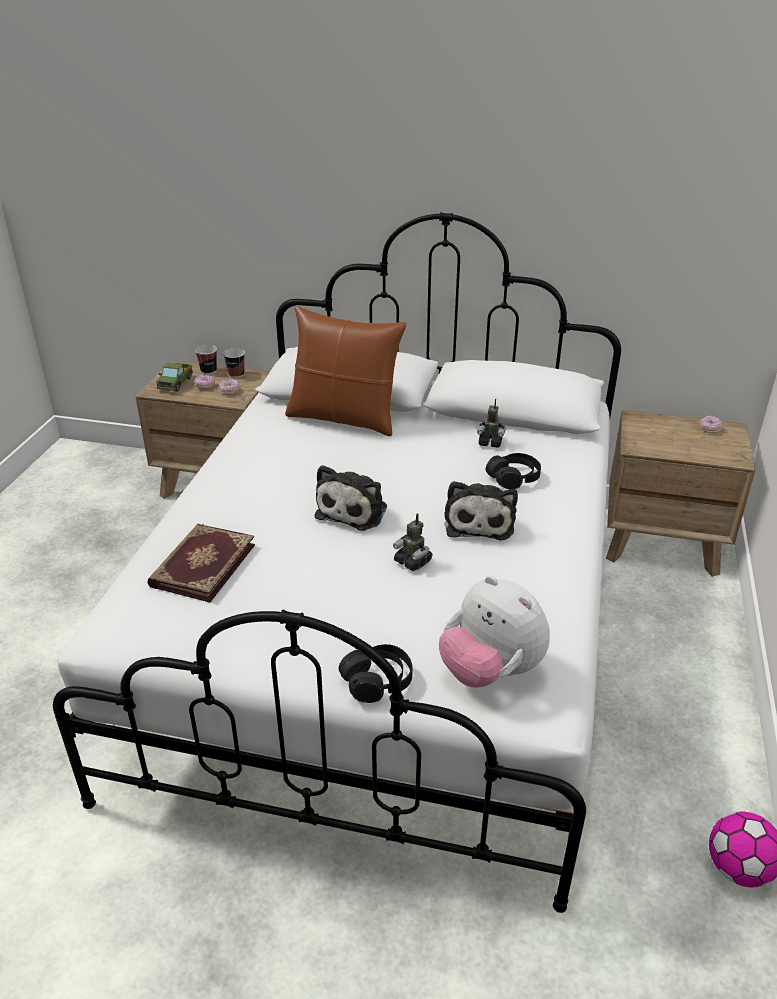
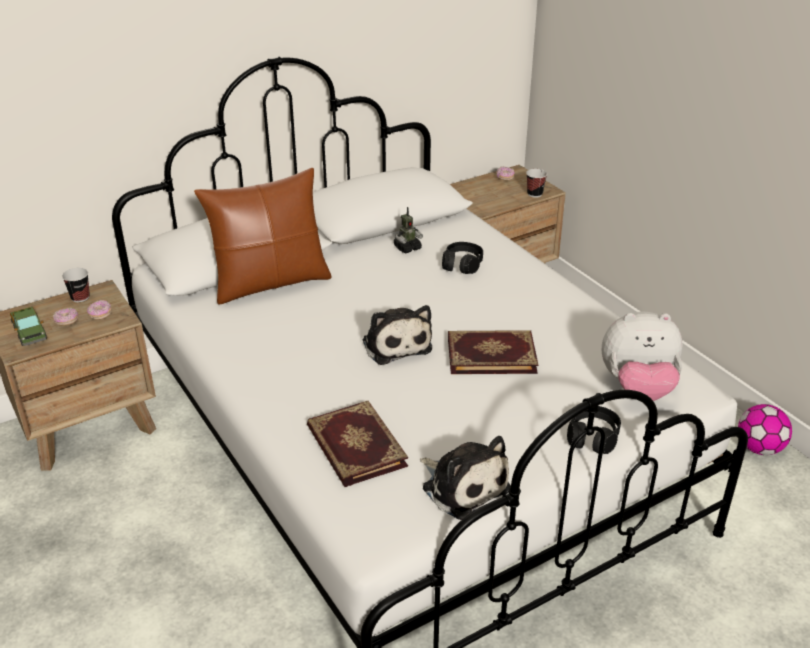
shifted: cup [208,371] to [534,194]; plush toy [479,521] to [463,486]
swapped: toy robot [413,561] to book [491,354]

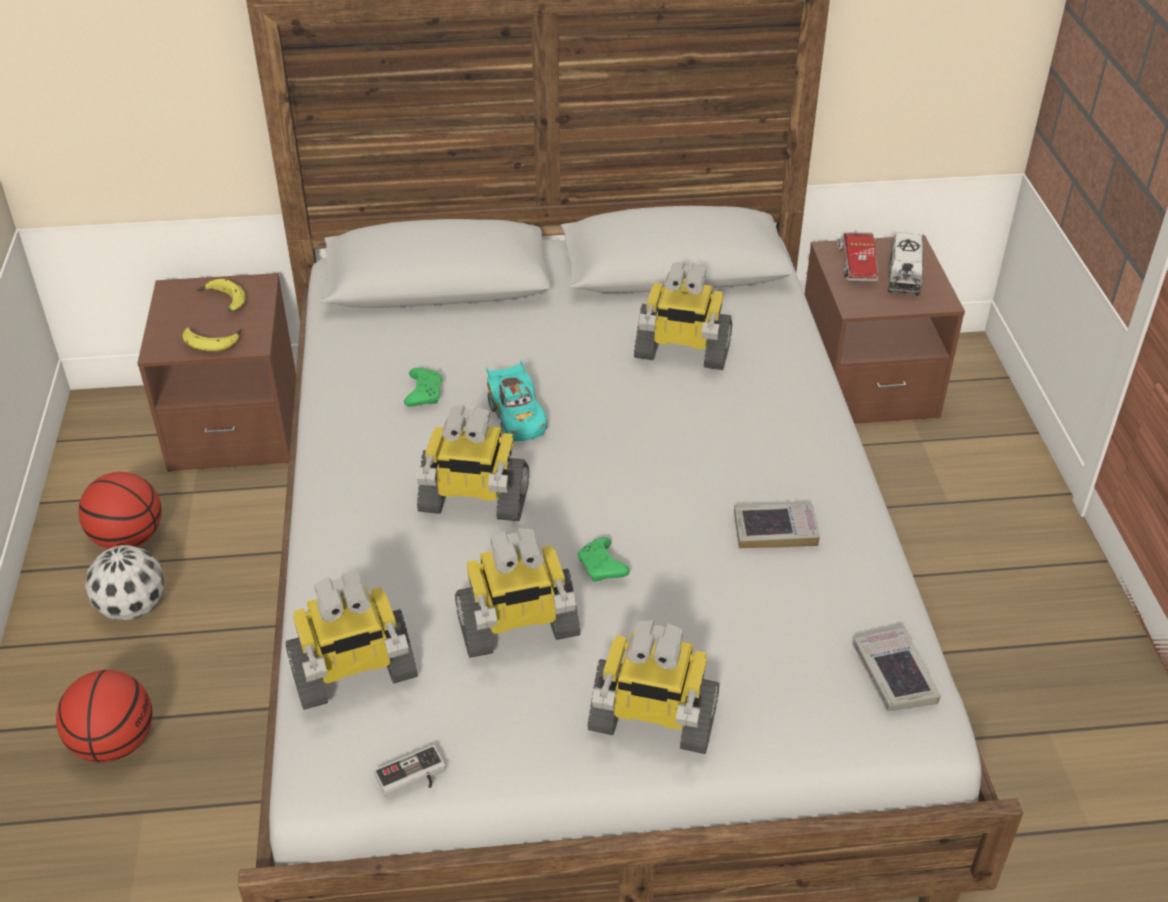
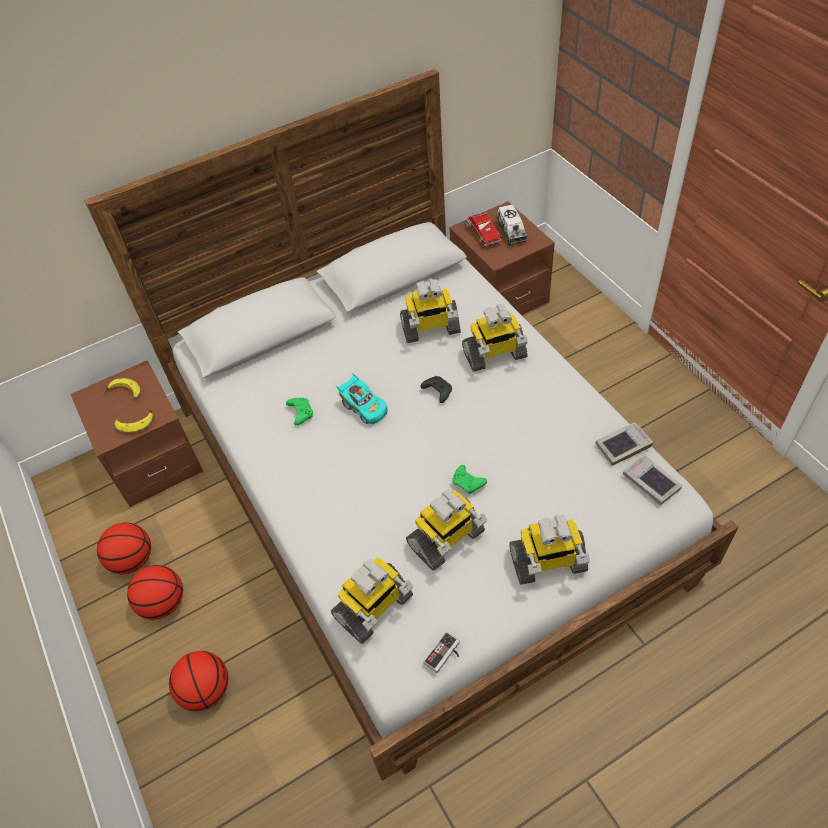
new: black game controller [437,391]
shifted: toy robot [473,500] to [494,355]; book [775,530] to [623,446]
swapped: football [132,608] to basketball [163,603]

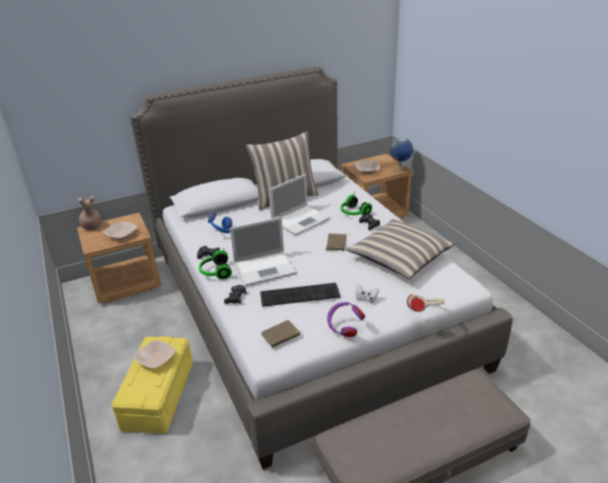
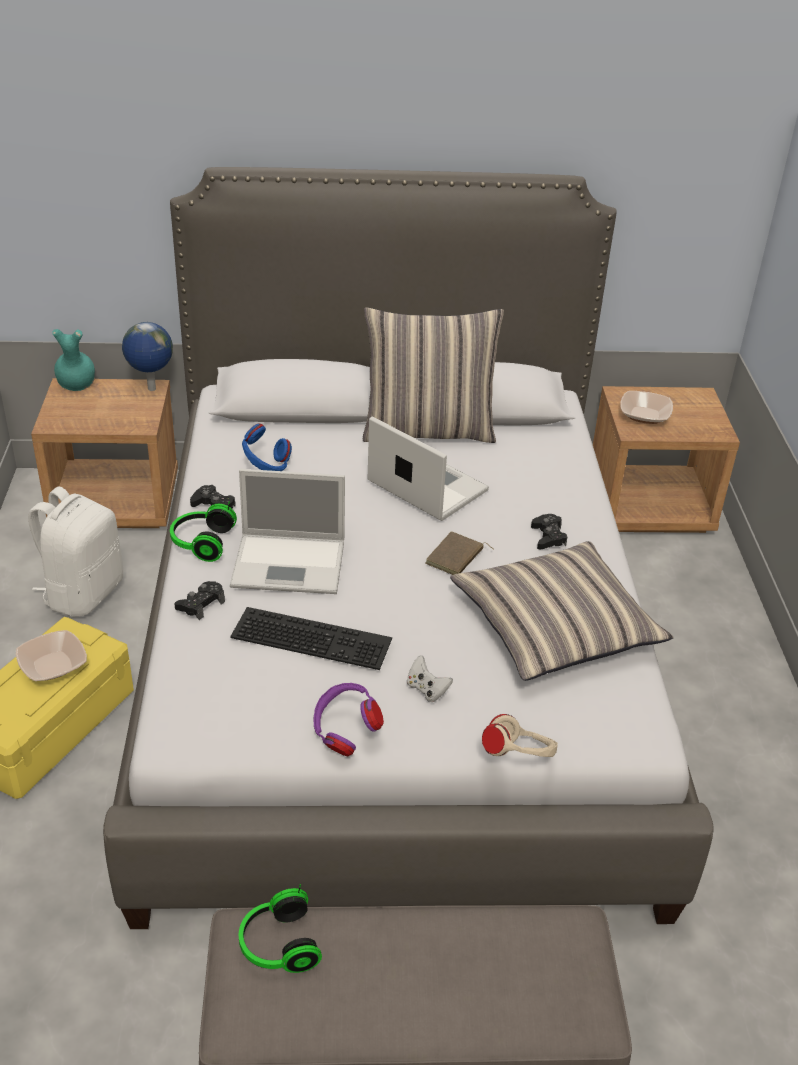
gone: bowl [121,235]; brown book [281,336]
new: white backpack [83,593]
shifted: globe [400,170] to [151,389]; headphones [353,213] to [277,945]
repainted: brown vase [92,227] to turquoise vase [75,385]
rotated: laptop [301,219] = [425,486] 120 degrees counterclockwise

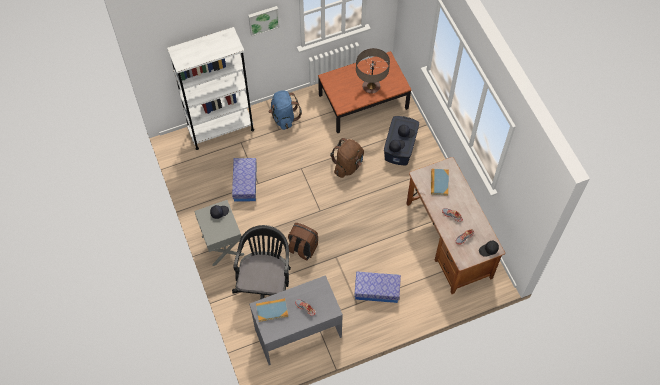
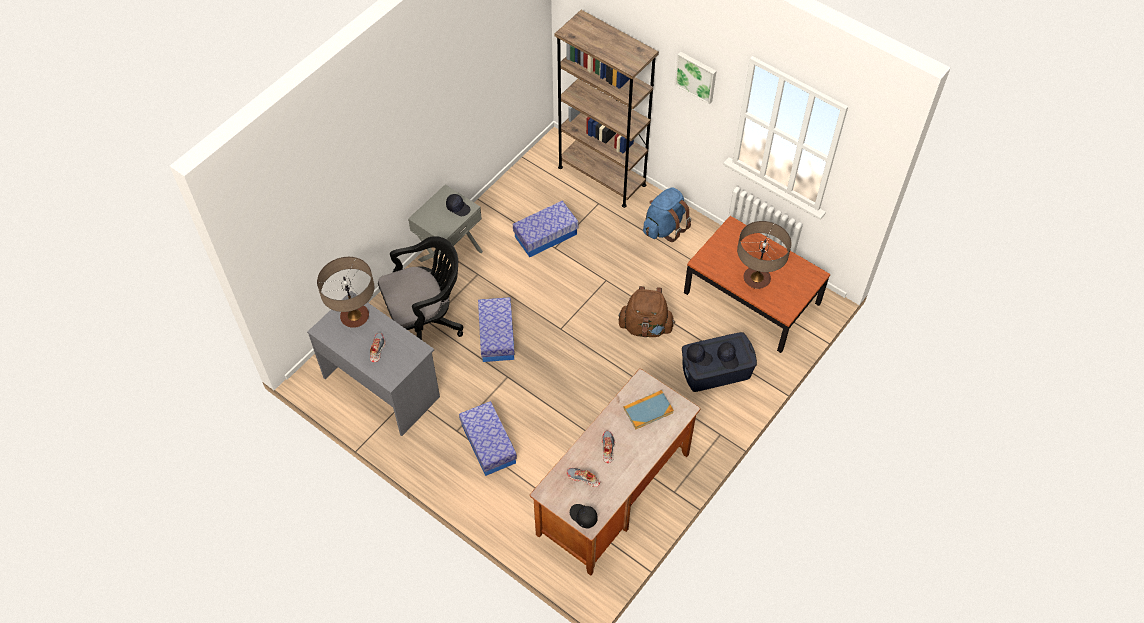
swapped: brown backpack [302,248] to storage box [496,336]; book [272,310] to table lamp [355,317]
repainted: white bookcase [221,129] to brown bookcase [601,176]

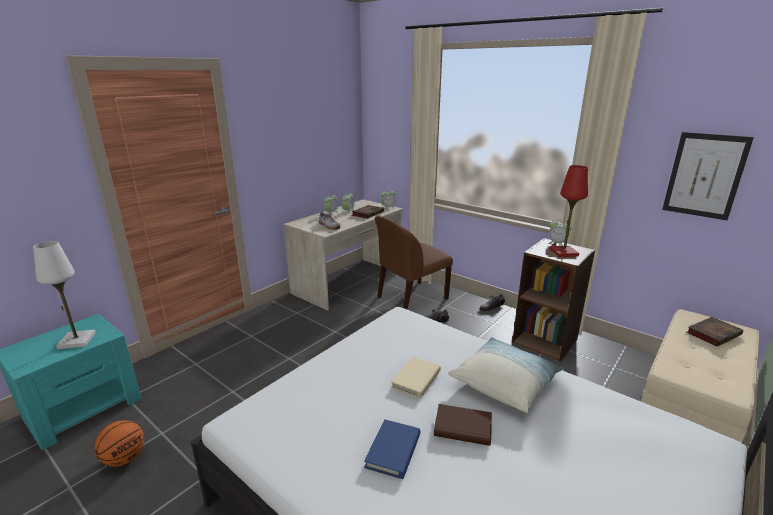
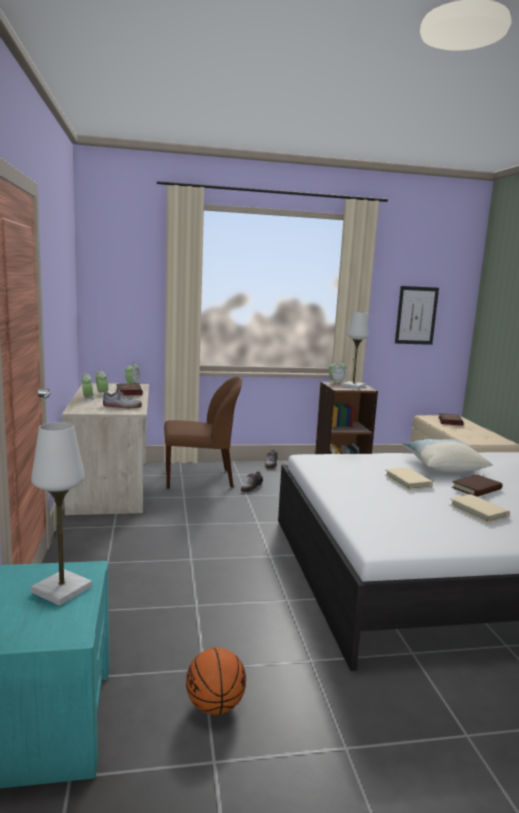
repainted: red table lamp [563,252] to white table lamp [353,386]; blue book [393,451] to beige book [478,511]
rotated: brown chair [411,299] = [200,479] 105 degrees counterclockwise

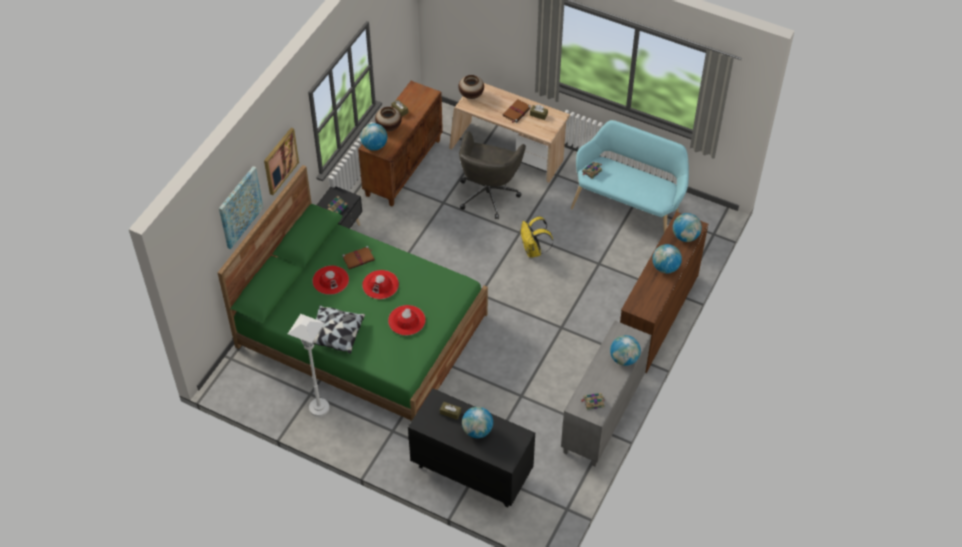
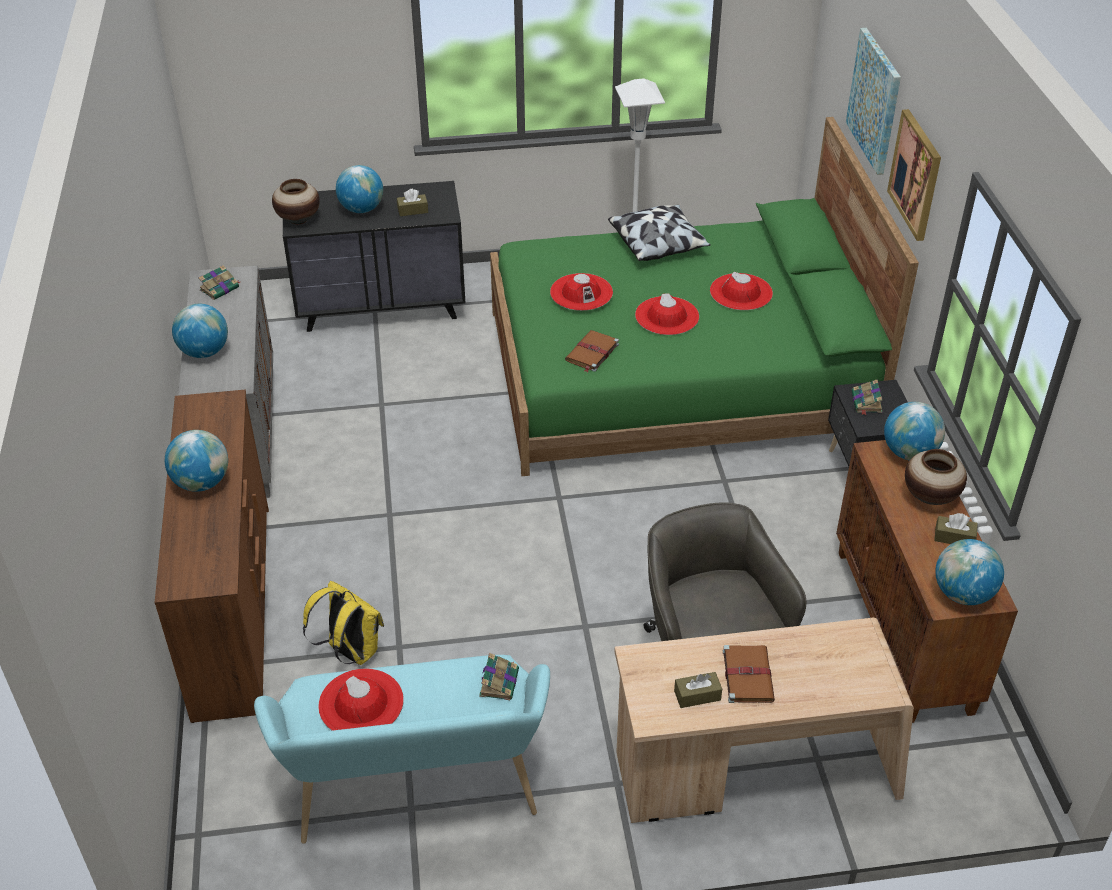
new: red hat [361,703]
shifted: vase [471,95] to [298,219]; globe [685,236] to [962,594]; yellow backpack [533,251] to [350,652]; brown book [359,258] to [591,353]

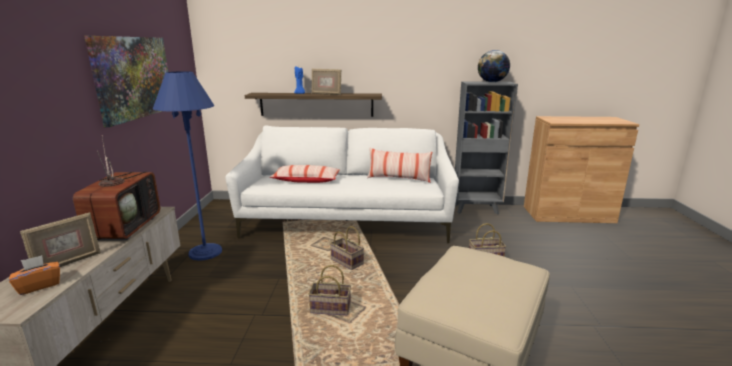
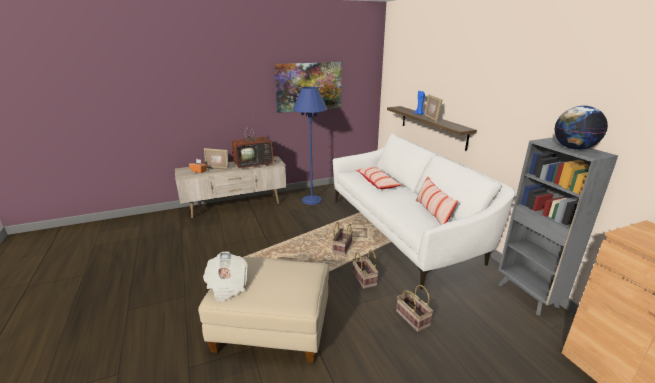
new: newspaper [227,286]
shifted: basket [329,309] to [363,278]

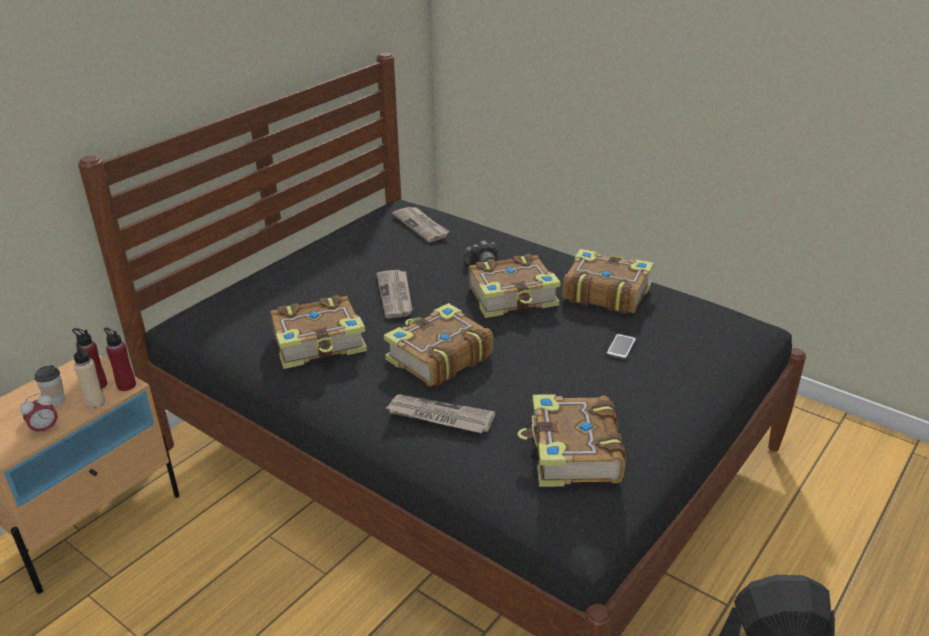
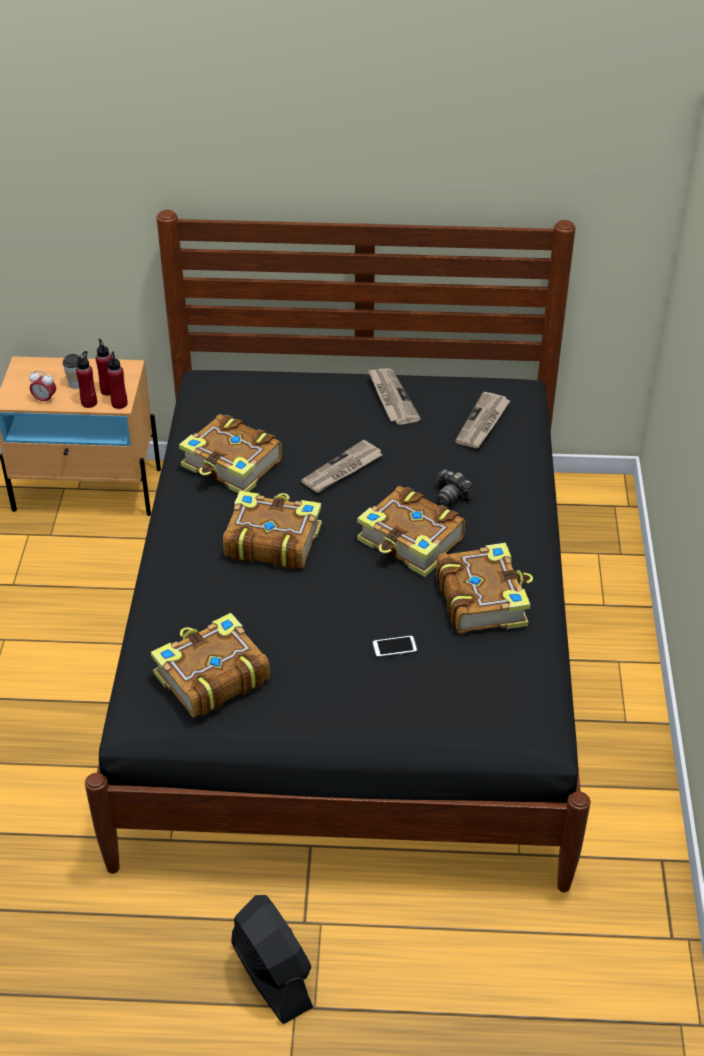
shifted: newspaper [439,416] to [391,398]
repainted: beige bottle [95,403] to red bottle [89,403]

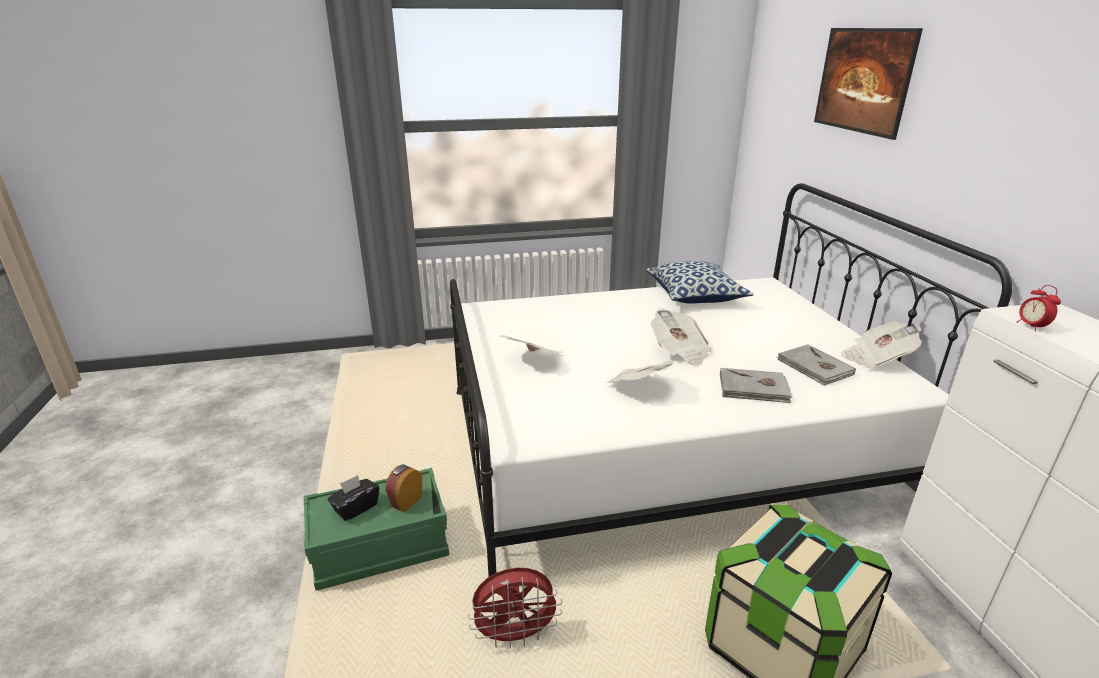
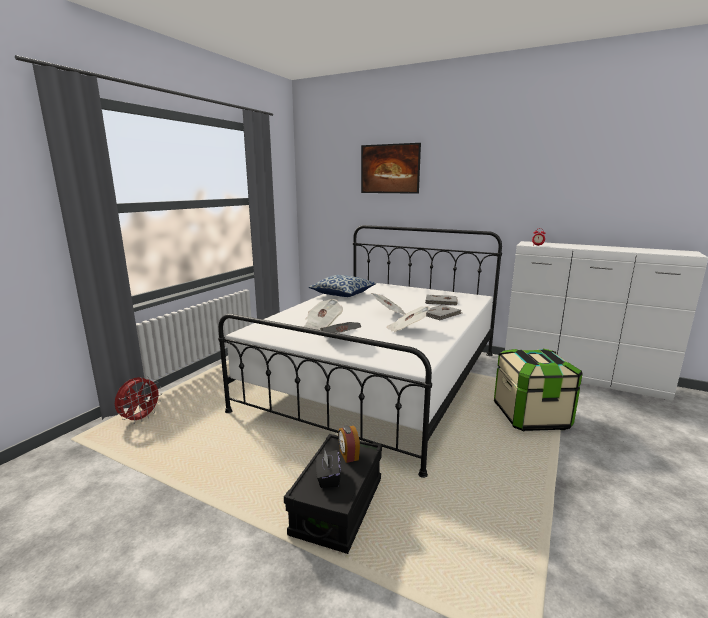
shifted: newspaper [876,359] to [322,325]; red fan [515,635] to [140,418]
repainted: green storage box [380,548] to black storage box [338,507]

